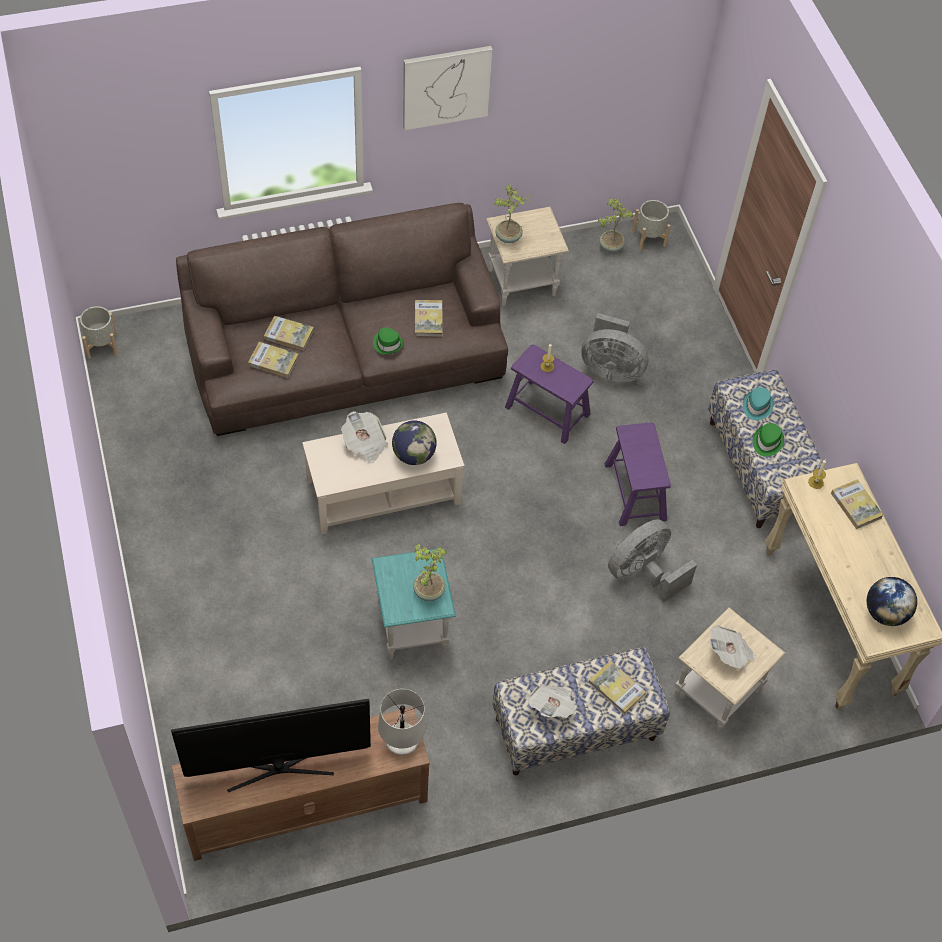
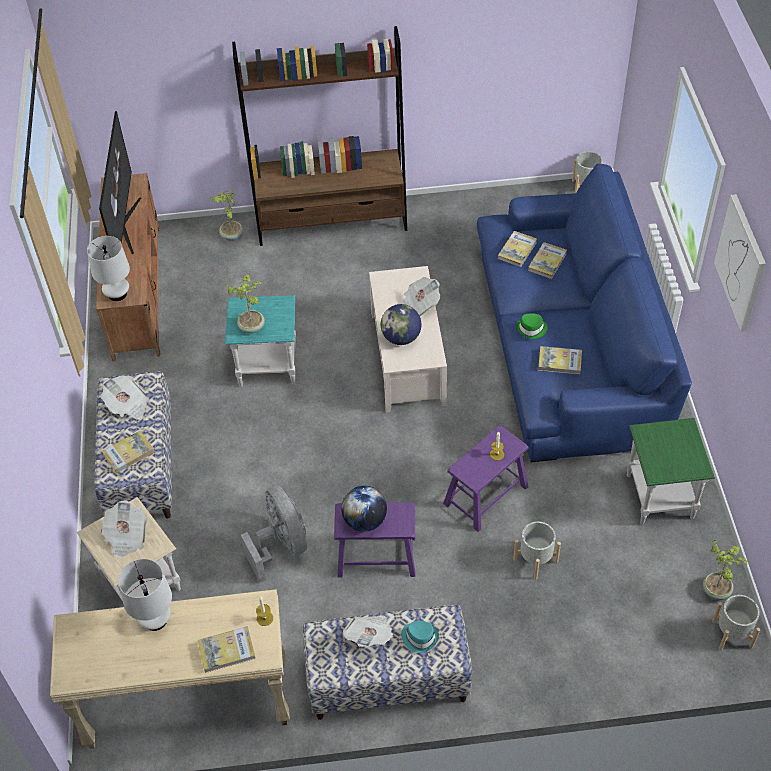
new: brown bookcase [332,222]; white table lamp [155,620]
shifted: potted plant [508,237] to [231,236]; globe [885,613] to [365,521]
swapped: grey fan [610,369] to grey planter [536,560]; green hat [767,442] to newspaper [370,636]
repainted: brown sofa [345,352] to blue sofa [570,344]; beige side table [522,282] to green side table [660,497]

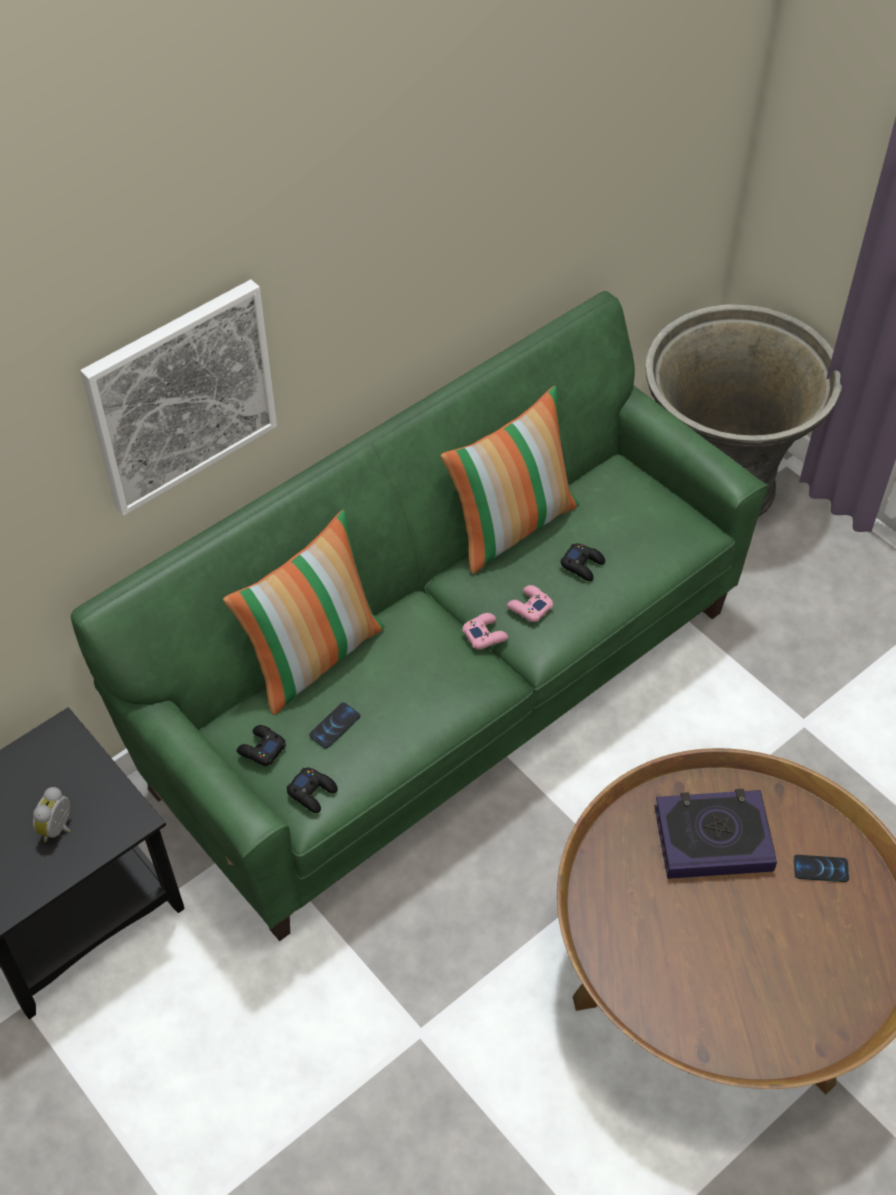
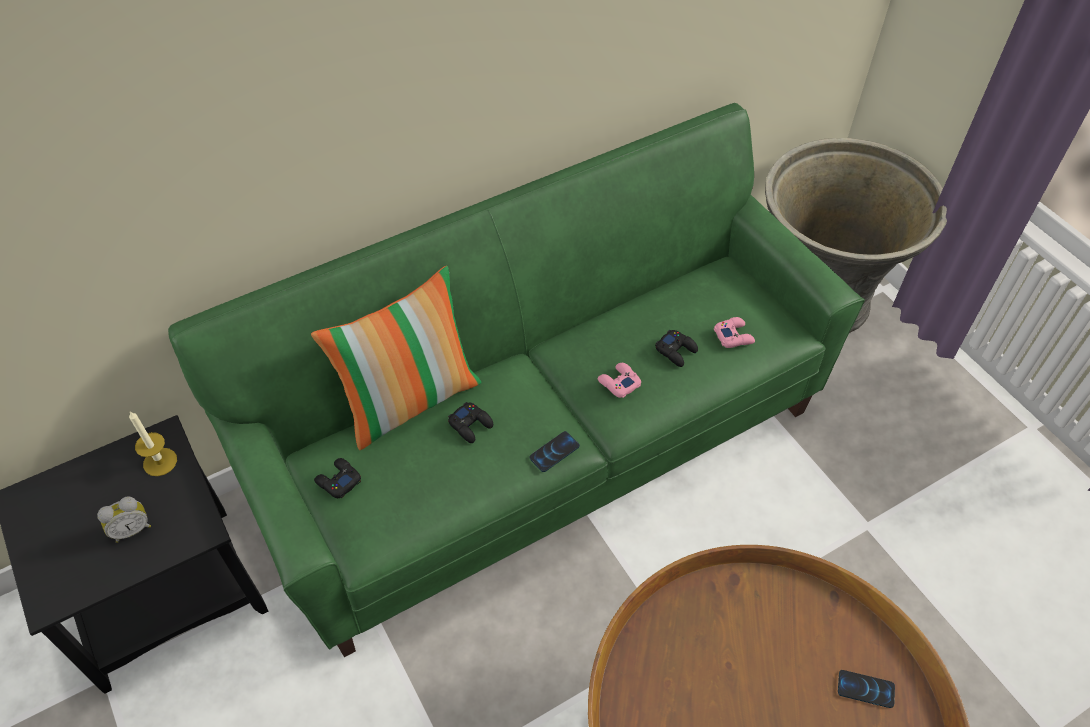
gone: picture [181,396]; pillow [511,525]; book [712,838]
new: candle [160,462]
shifted: pink game controller [485,634] to [733,336]; phone [334,726] to [554,452]; black game controller [312,792] to [471,425]
rotated: alarm clock [59,828] = [132,529] 150 degrees counterclockwise

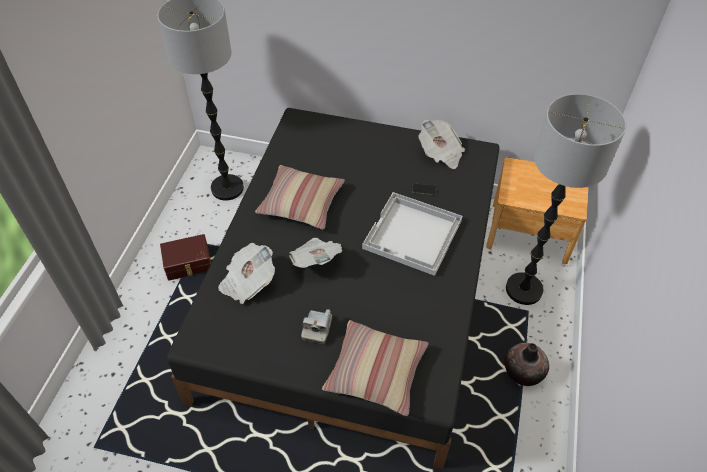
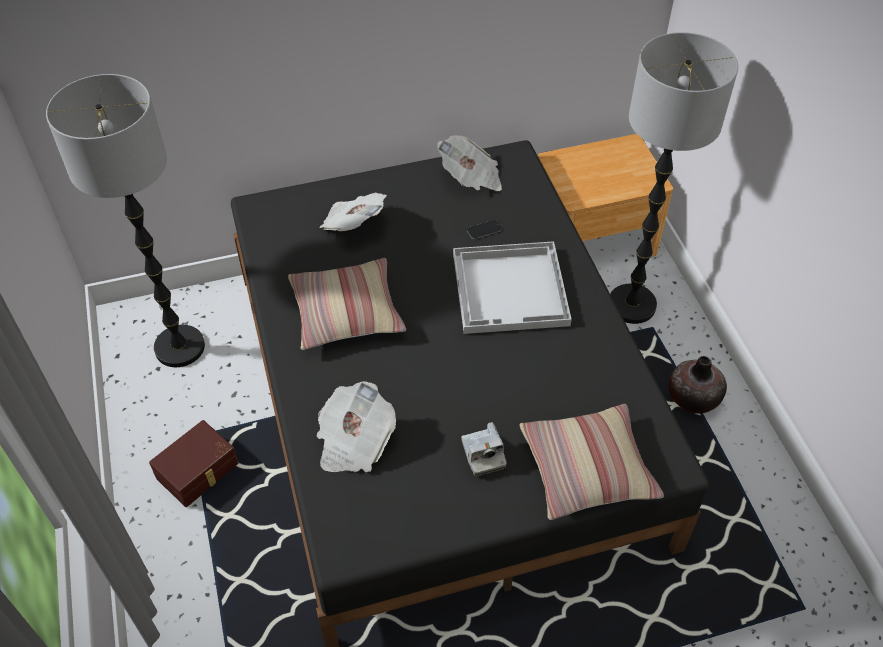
shifted: newspaper [315,260] to [353,224]

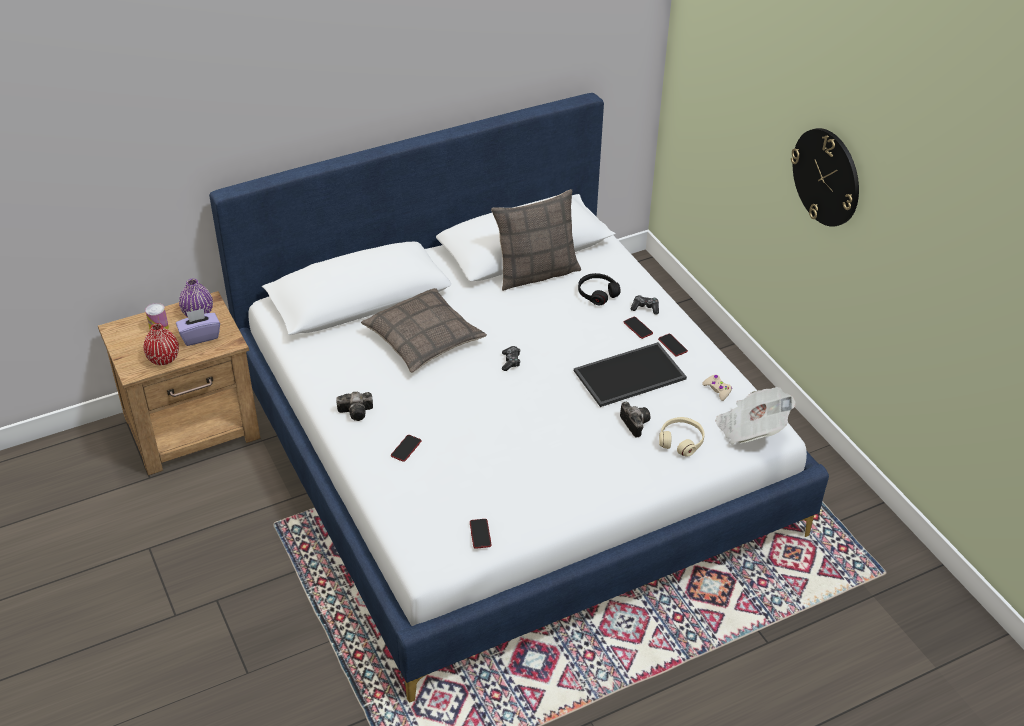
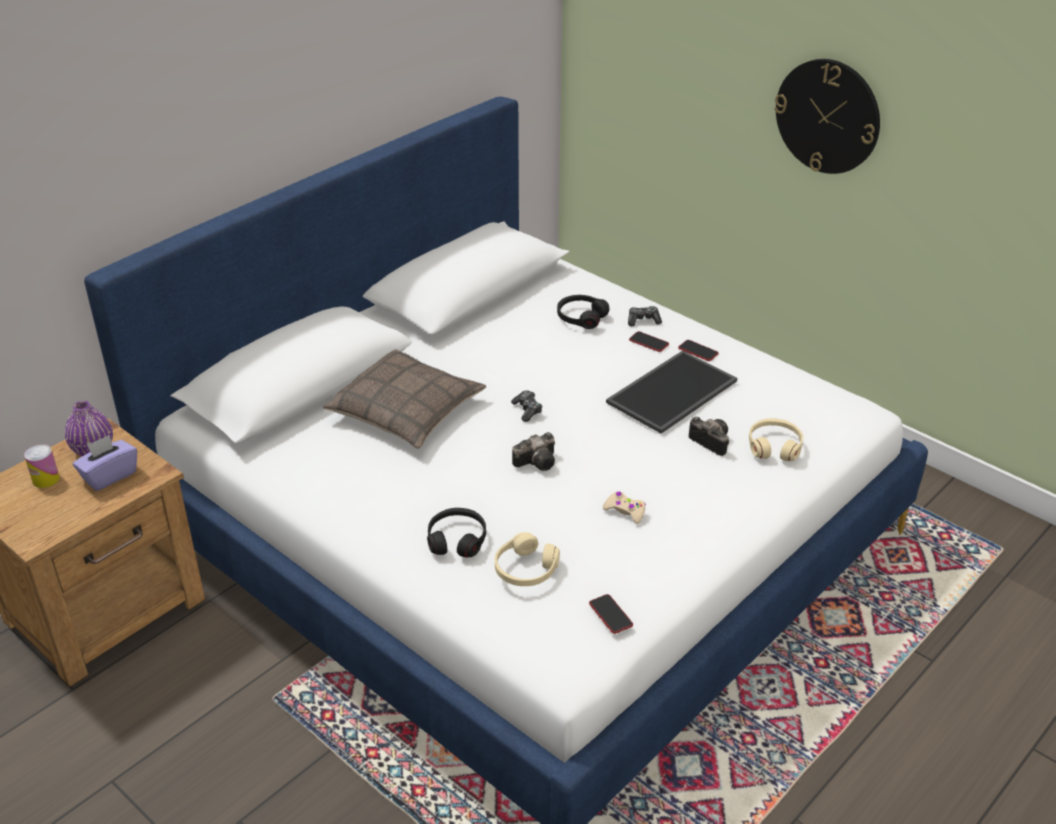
gone: pillow [536,272]; red vase [163,359]; newspaper [751,429]
new: beige headphones [525,569]
shifted: beige game controller [717,390] to [625,511]; photo camera [357,412] to [538,461]
swapped: phone [406,448] to black headphones [457,539]

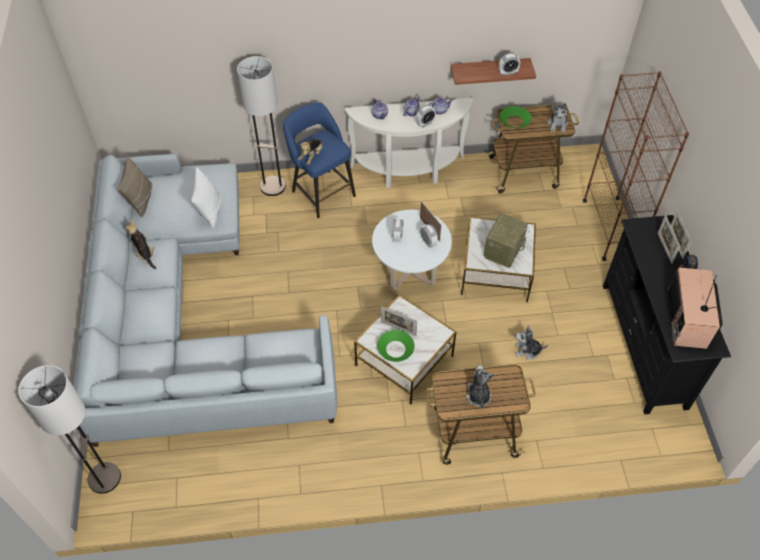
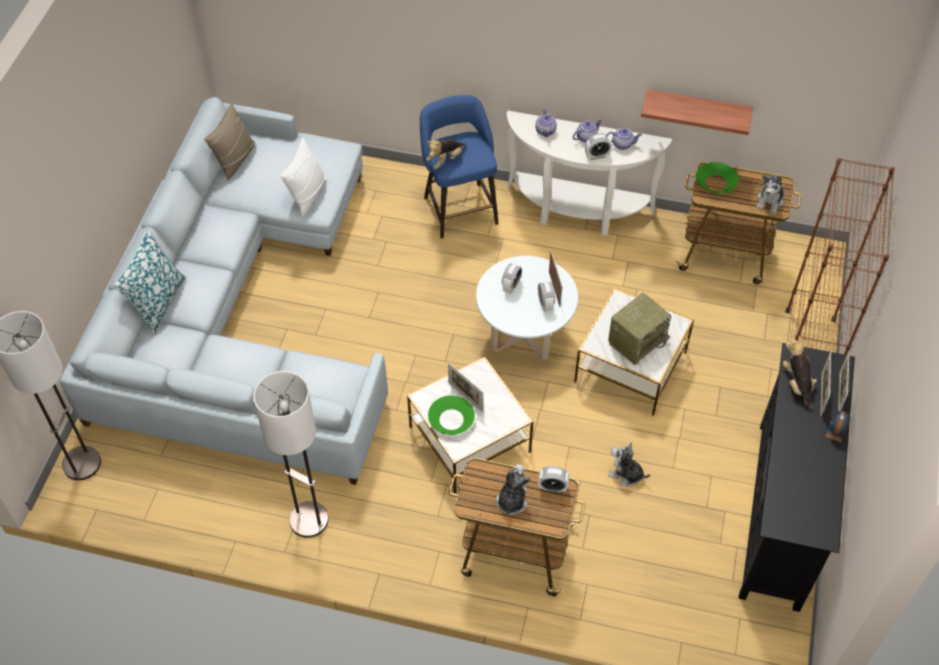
gone: television [688,320]
new: pillow [158,302]
shifted: alarm clock [508,72] to [552,487]; floor lamp [273,186] to [309,519]; plush toy [144,253] to [797,384]

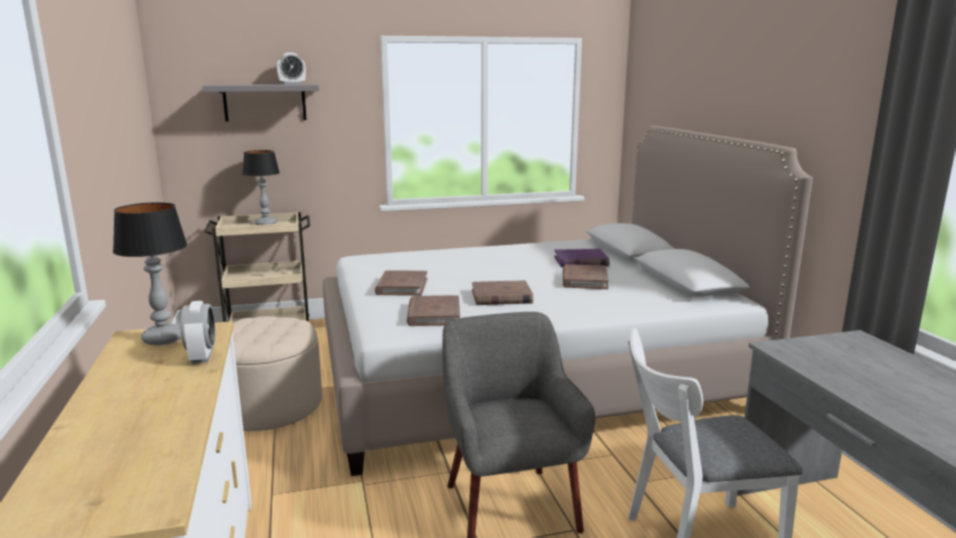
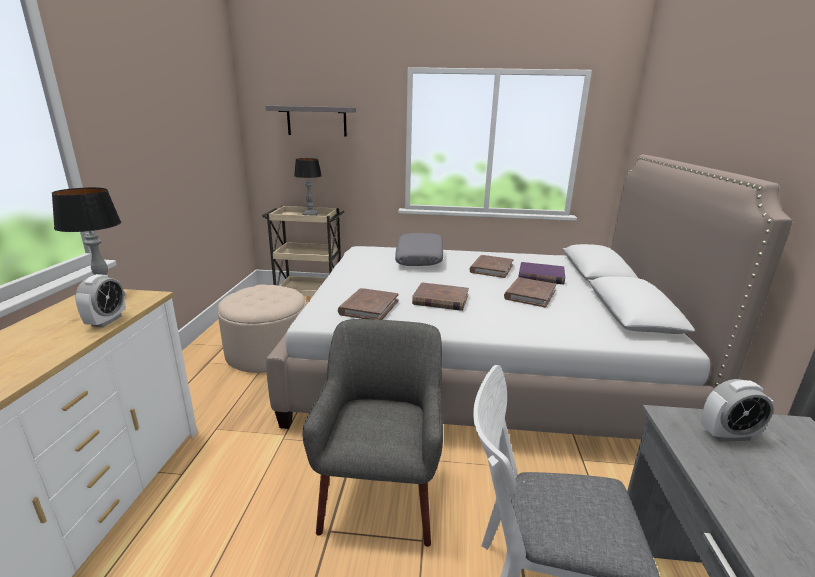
new: grey pillow [420,258]
shifted: alarm clock [292,84] to [728,435]; brown book [402,286] to [491,268]

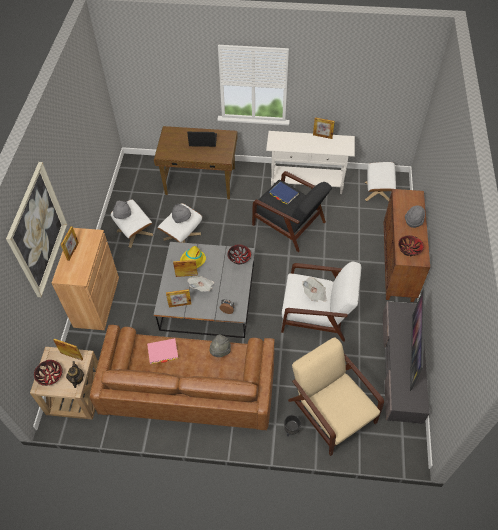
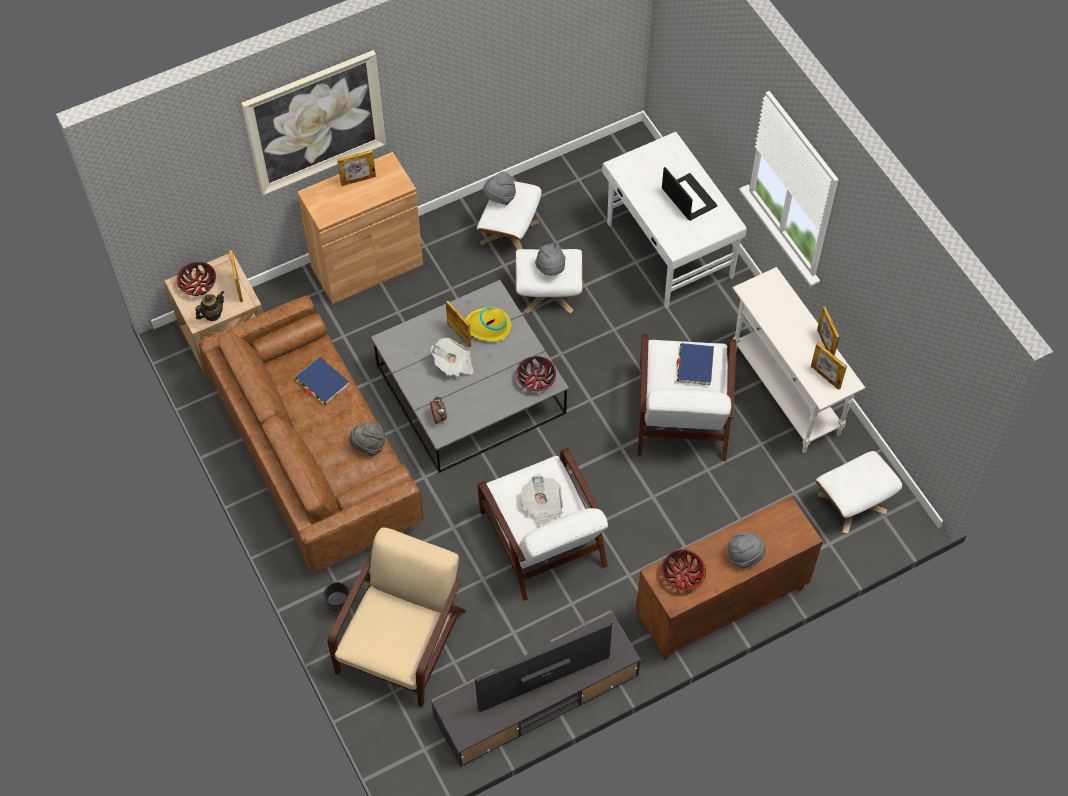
shifted: picture frame [180,305] to [825,377]
repainted: brown desk [200,182] to white desk [668,251]; black armchair [289,224] to white armchair [682,415]; pink book [163,352] to blue book [322,382]

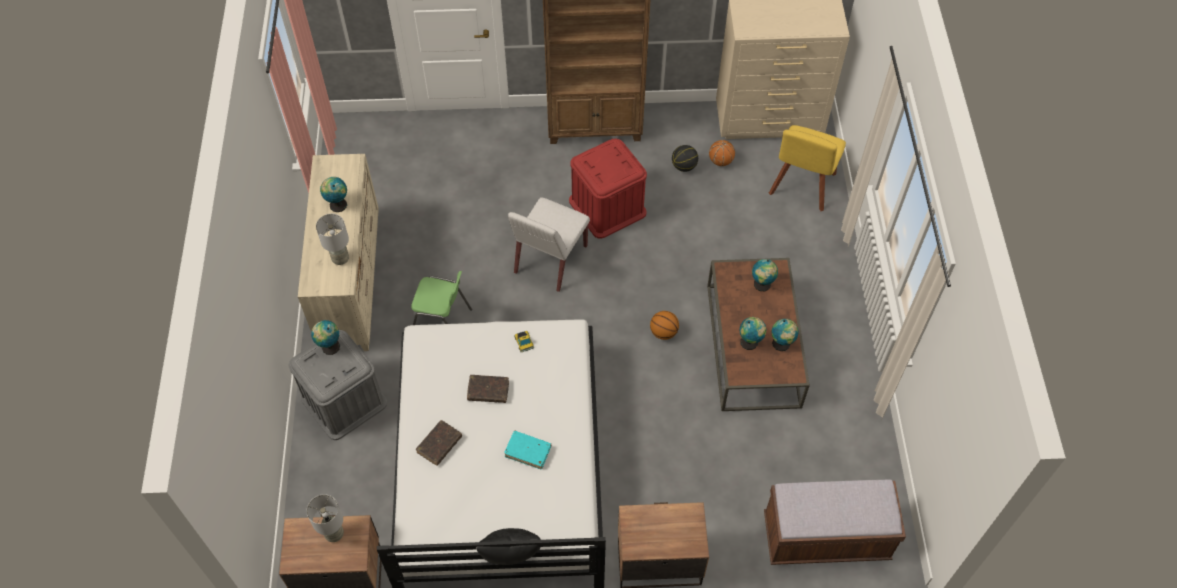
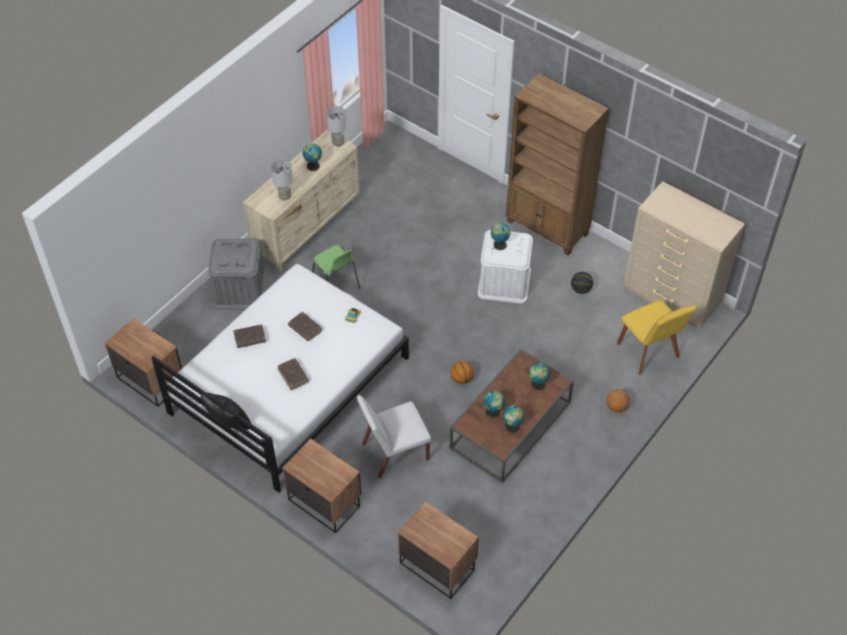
shifted: basketball [720,161] to [616,407]; white chair [550,260] to [394,452]; globe [329,346] to [499,244]; grey table lamp [334,533] to [338,143]
swapped: brown bench [825,538] to nightstand [437,565]
repainted: red storage box [607,207] to white storage box [504,282]; turquoise book [528,452] to brown book [293,376]
rotated: yellow chair [801,187] = [649,353] 90 degrees counterclockwise

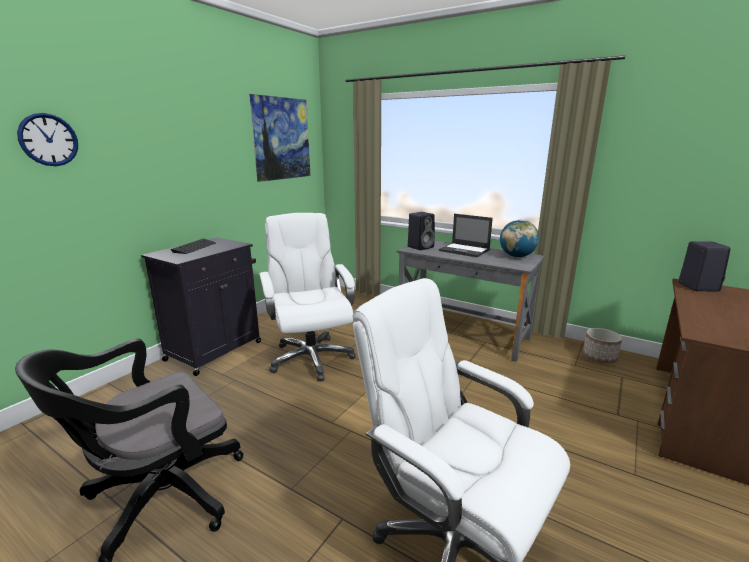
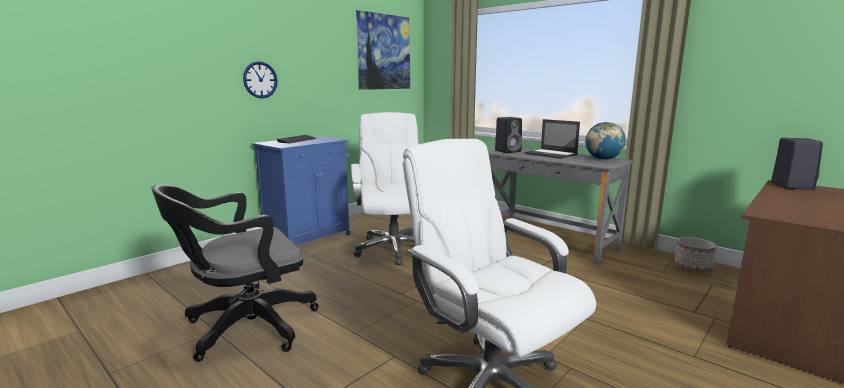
shifted: wall clock [48,140] to [260,80]
repainted: black cabinet [215,350] to blue cabinet [309,238]

